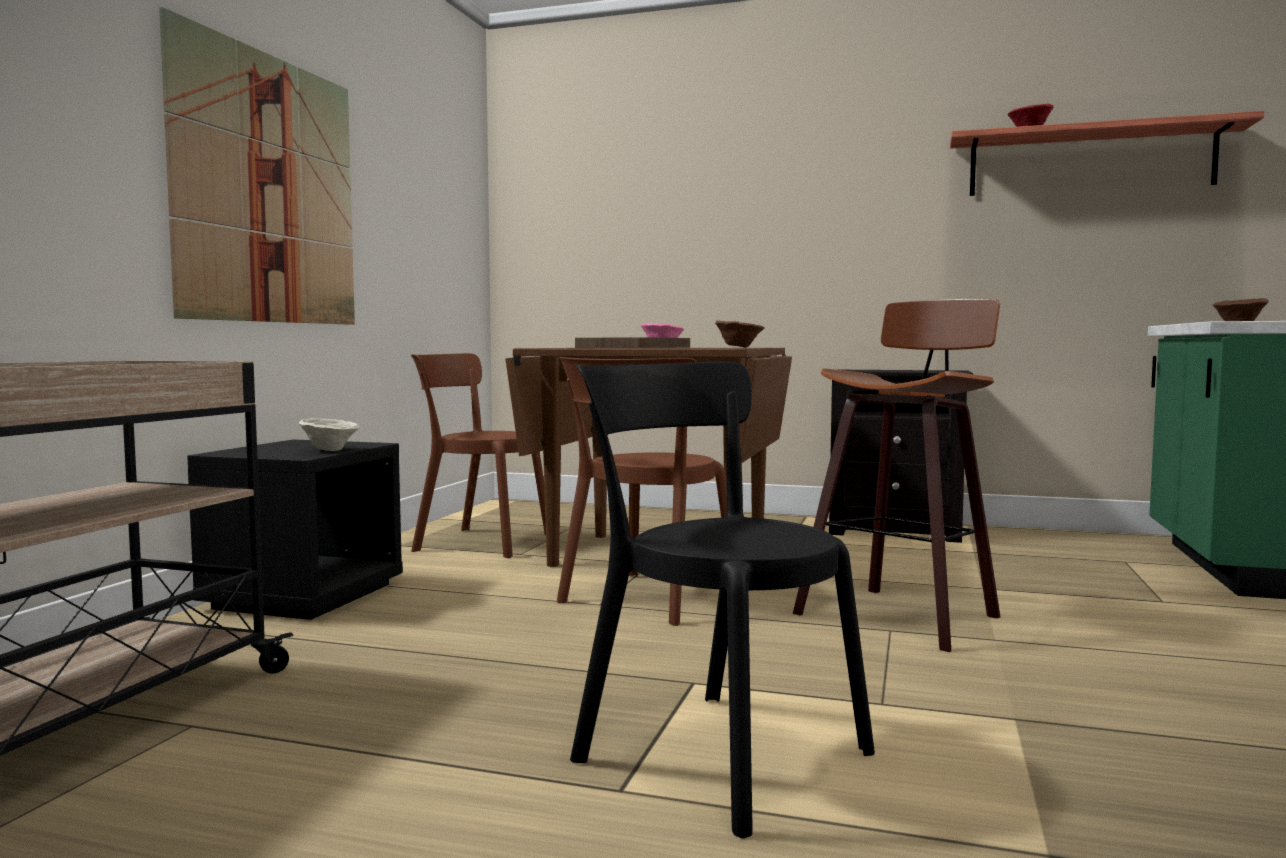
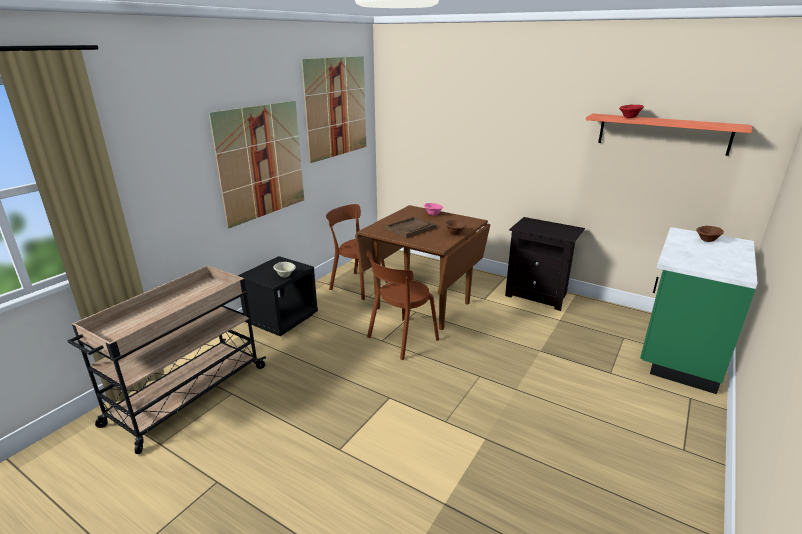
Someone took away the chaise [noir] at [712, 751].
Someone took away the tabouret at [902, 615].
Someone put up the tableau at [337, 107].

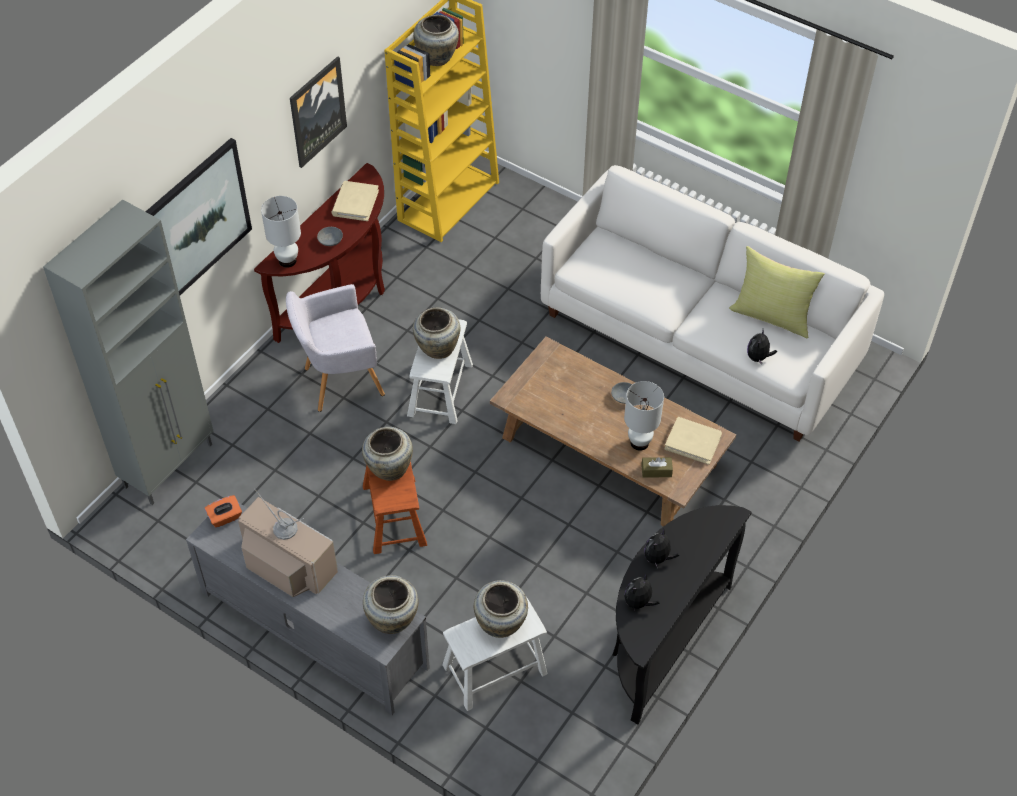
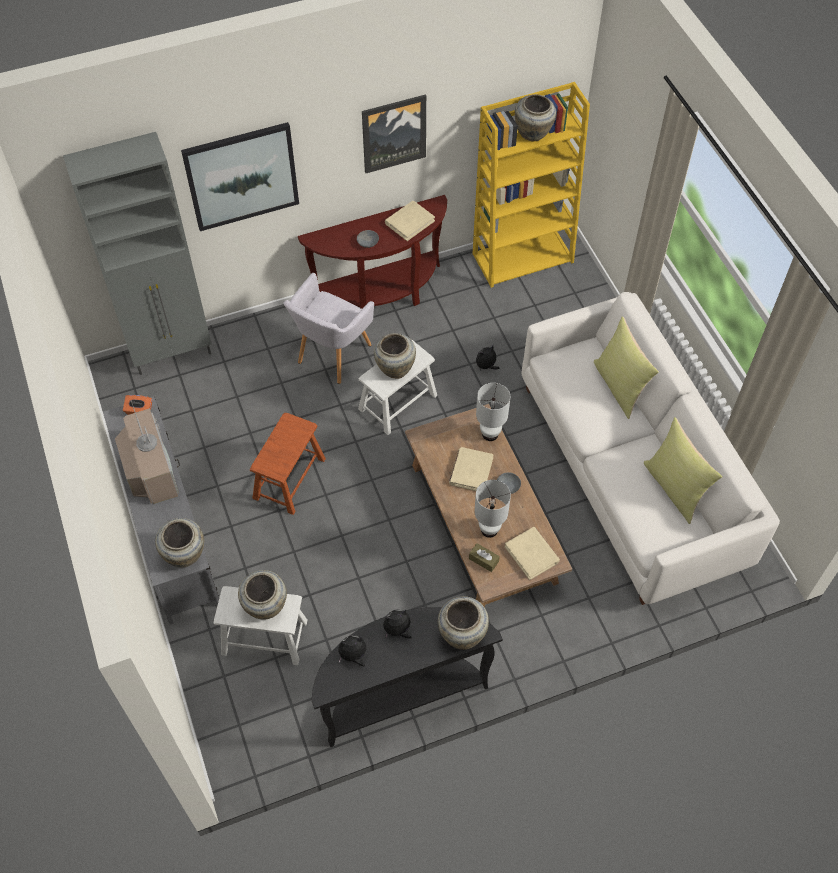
Someone carried the lampe de table [blanc] from [287, 261] to [489, 434].
Someone rotated the fauteuil [gris] at [339, 382] by 75 degrees counterclockwise.
Someone carried the vase [beige] from [388, 469] to [461, 634].
Someone carried the peluche from [758, 357] to [486, 366].
Someone put down the livre [beige] at [471, 471].
Someone put down the coussin [jaune] at [620, 386].

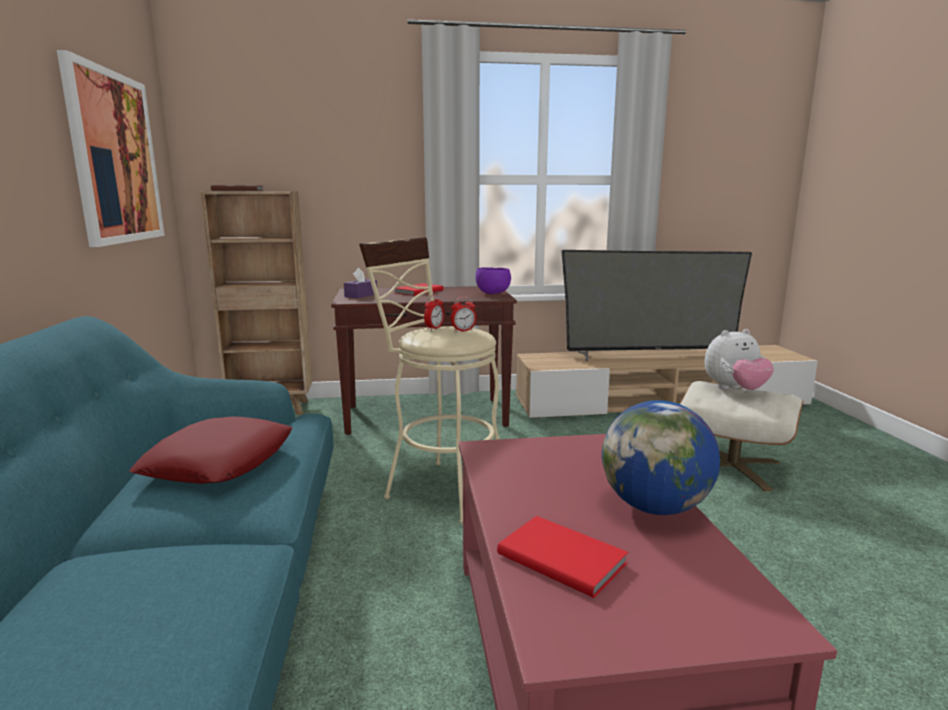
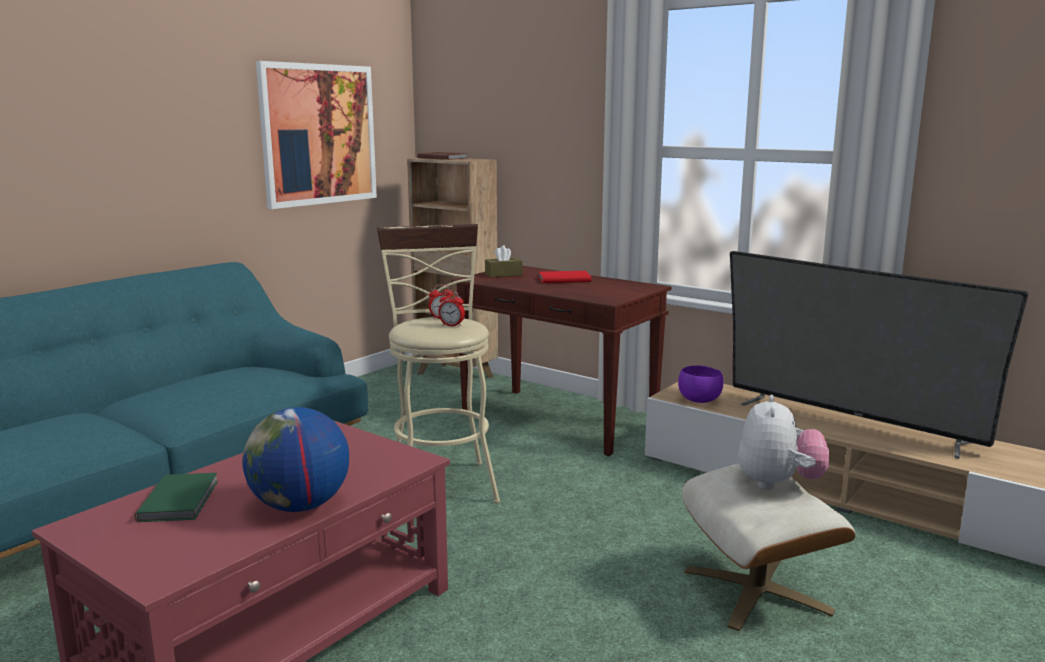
Someone took away the coussin [rouge] at [219, 462].
Someone repainted the boîte à mouchoirs [violet] at [361, 295], which became the boîte à mouchoirs [marron] at [503, 274].
Someone carried the bol [violet] from [492, 293] to [699, 400].
Someone repainted the livre [rouge] at [561, 557], which became the livre [vert] at [181, 500].
Someone rotated the peluche at [734, 390] by 105 degrees counterclockwise.

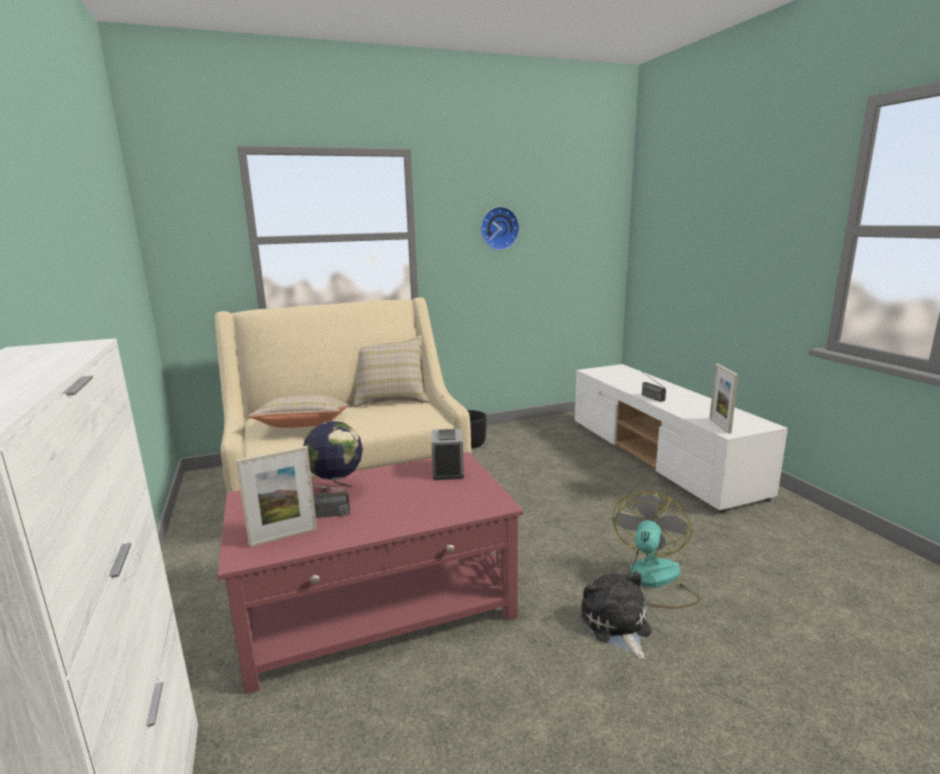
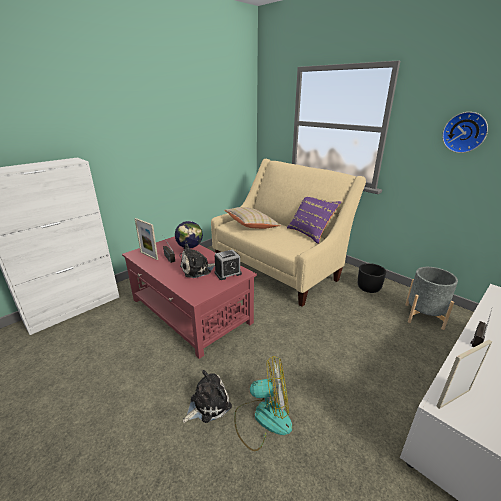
Someone repainted the coussin [beige] at [390, 399], which became the coussin [violet] at [310, 233].
Someone put down the peluche at [197, 269].
Someone put down the cache-pot [gris] at [423, 316].

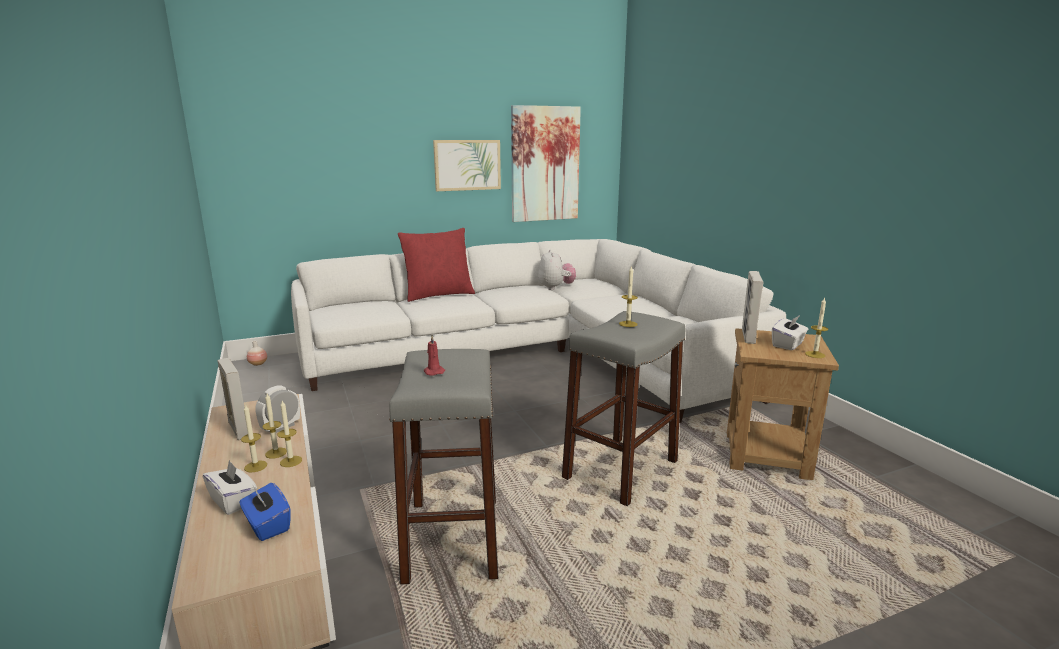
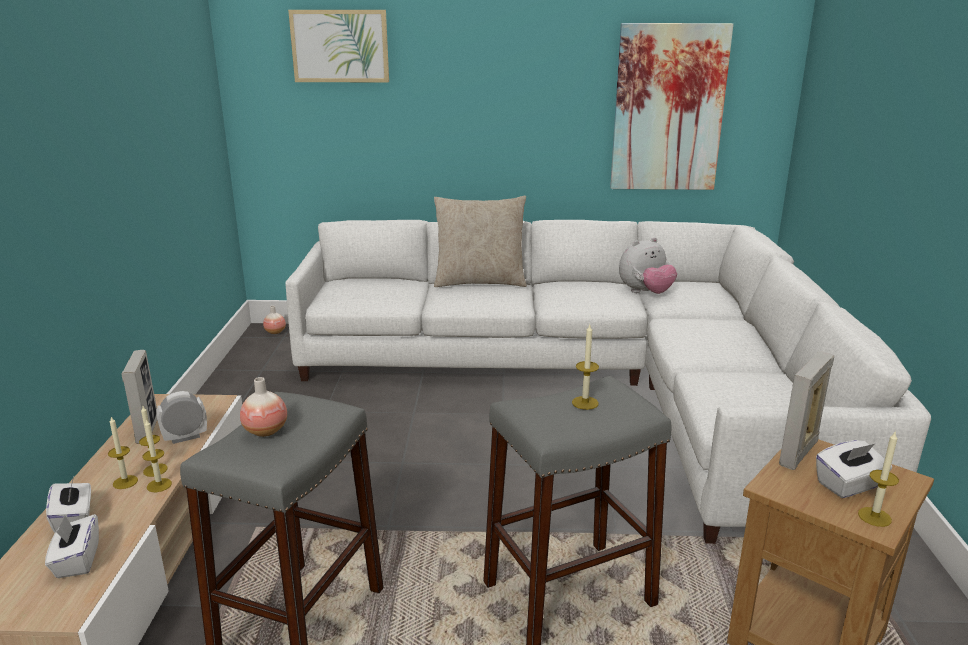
Someone repainted the boîte à mouchoirs [bleu] at [267, 526], which became the boîte à mouchoirs [blanc] at [77, 561].
Someone repainted the coussin [rouge] at [438, 295], which became the coussin [beige] at [480, 282].
Someone swapped the bougie [rouge] at [433, 371] for the vase at [265, 431].
Someone carried the tableau from [467, 165] to [340, 46].
Someone rotated the peluche at [556, 288] by 45 degrees clockwise.

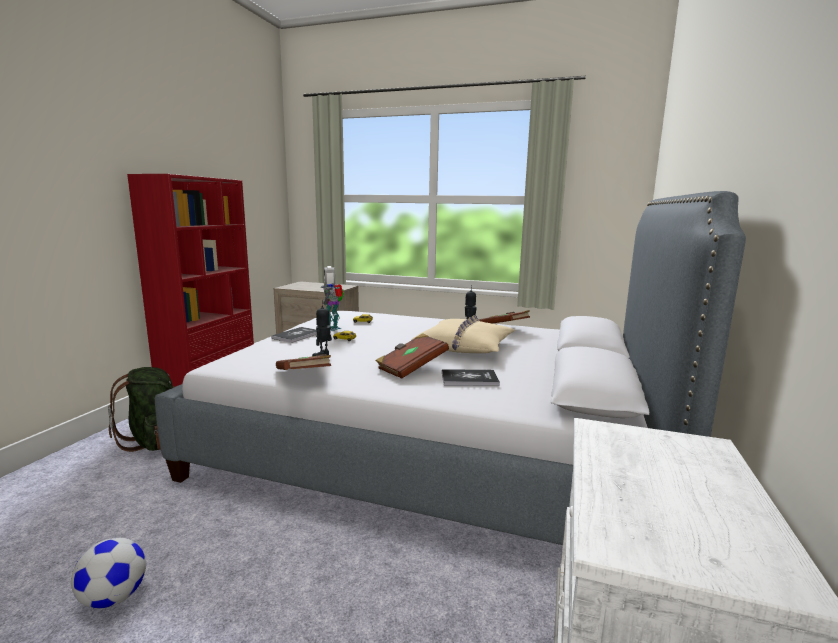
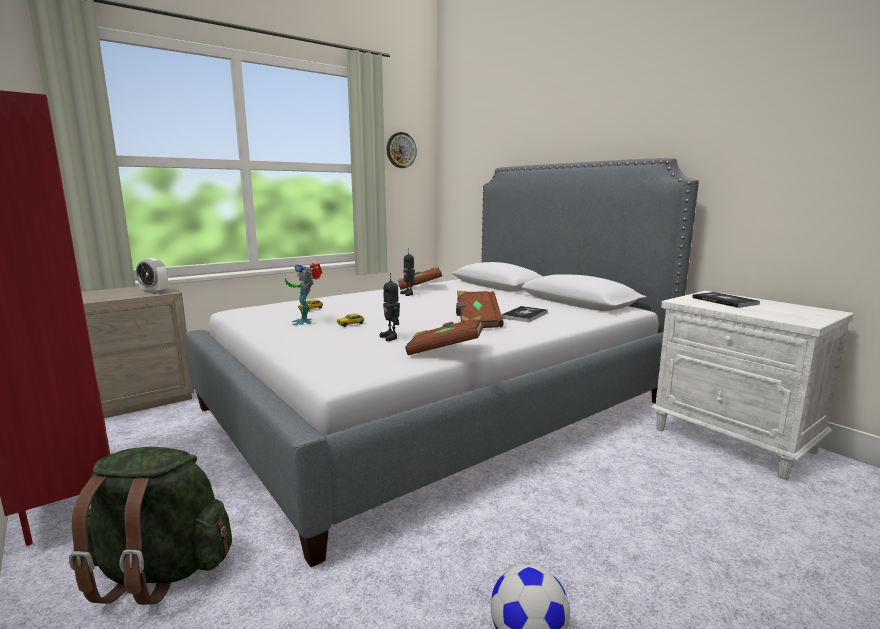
Someone carried the livre from [296, 335] to [725, 301].
Someone took away the coussin [beige] at [465, 346].
Someone put up the horloge murale at [401, 150].

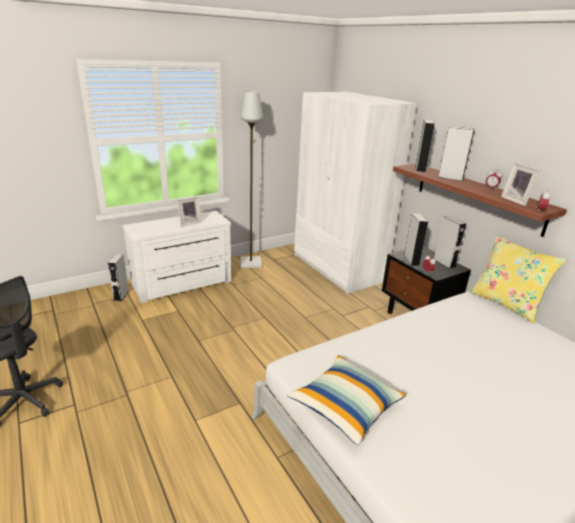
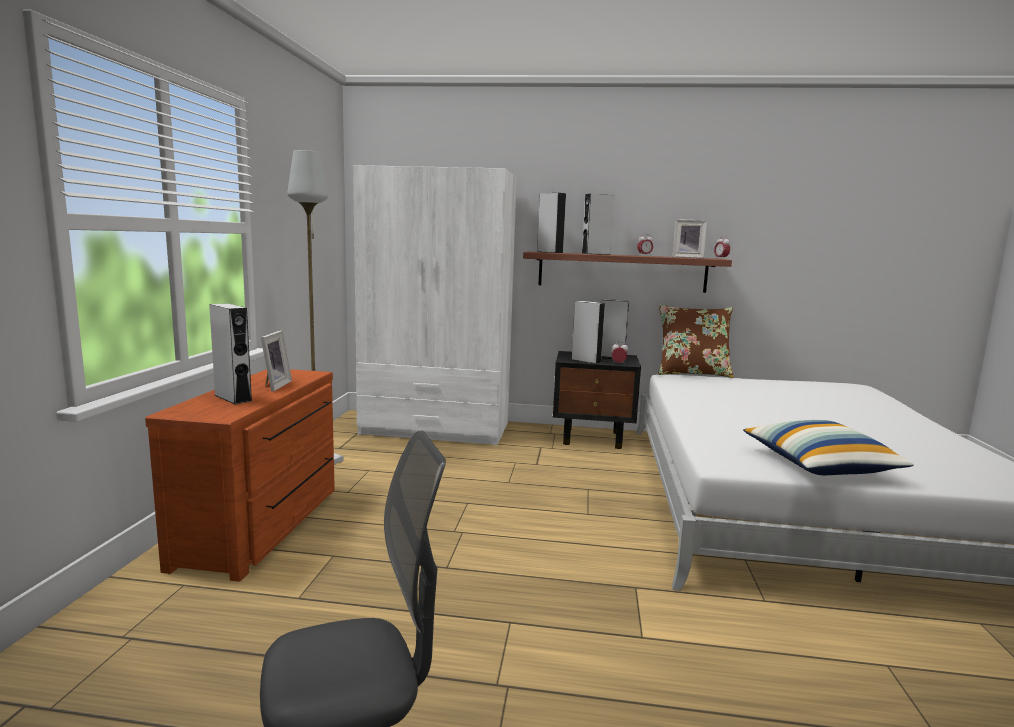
Someone carried the enceinte [gris] from [121, 295] to [233, 398].
Someone repainted the commode [blanc] at [183, 285], which became the commode [marron] at [265, 525].
Someone repainted the coussin [jaune] at [505, 303], which became the coussin [marron] at [692, 373].

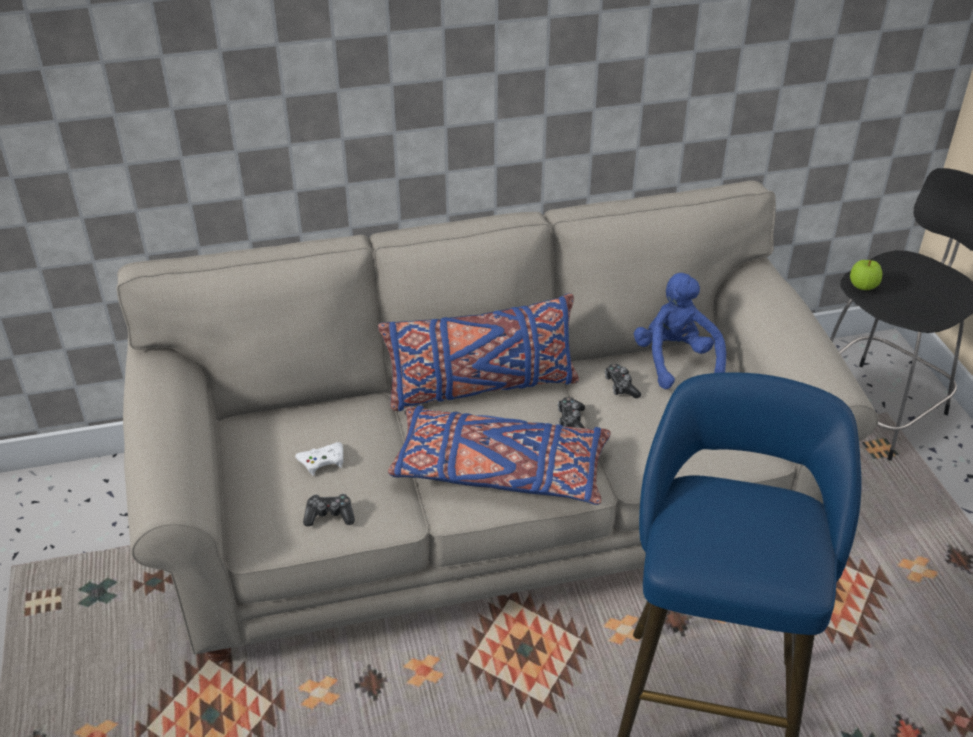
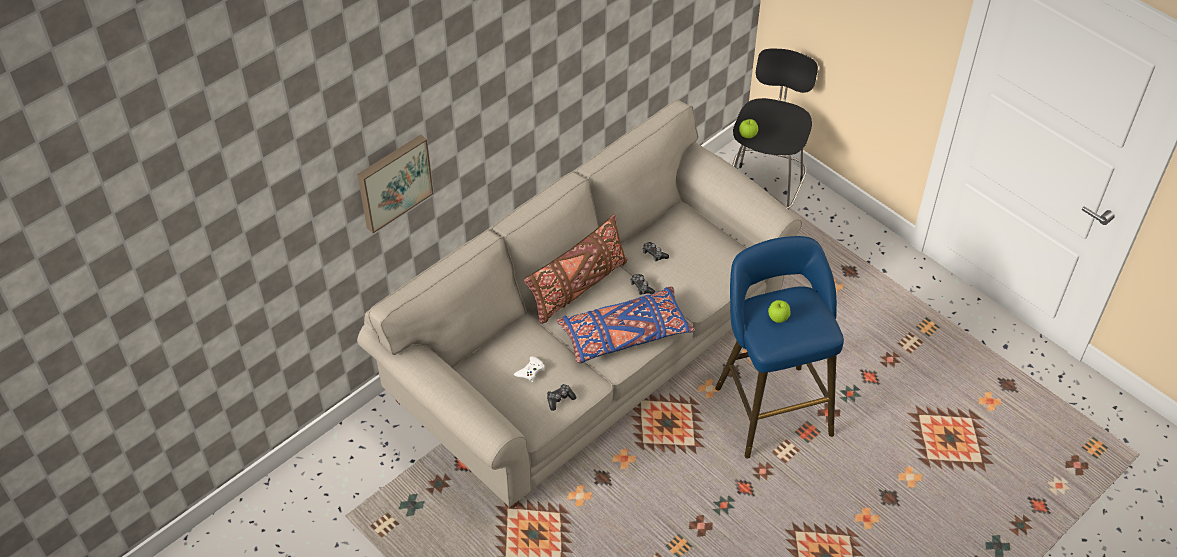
Someone repainted the coussin [bleu] at [481, 388], which became the coussin [marron] at [577, 288].
Someone took away the peluche [bleu] at [675, 360].
Someone put up the tableau at [393, 181].
Someone put down the pomme at [778, 318].

